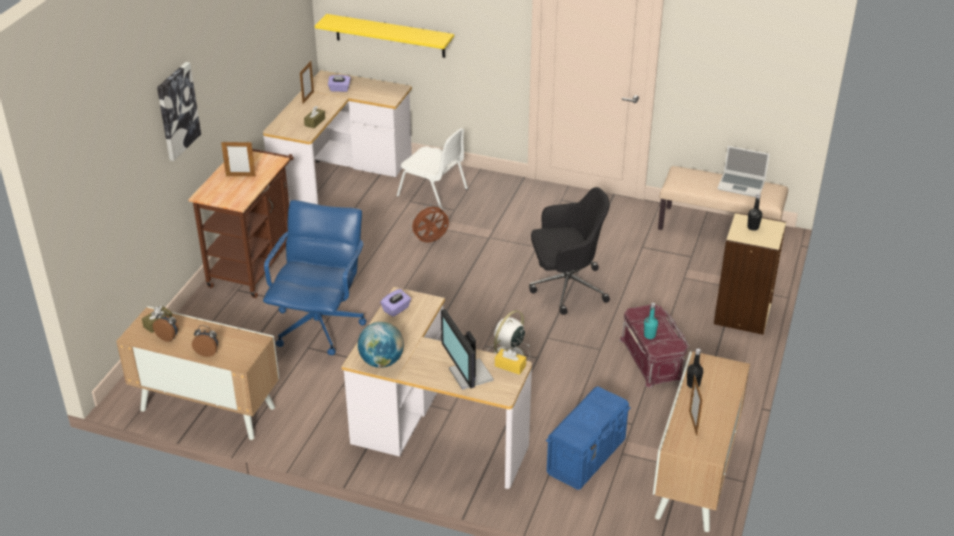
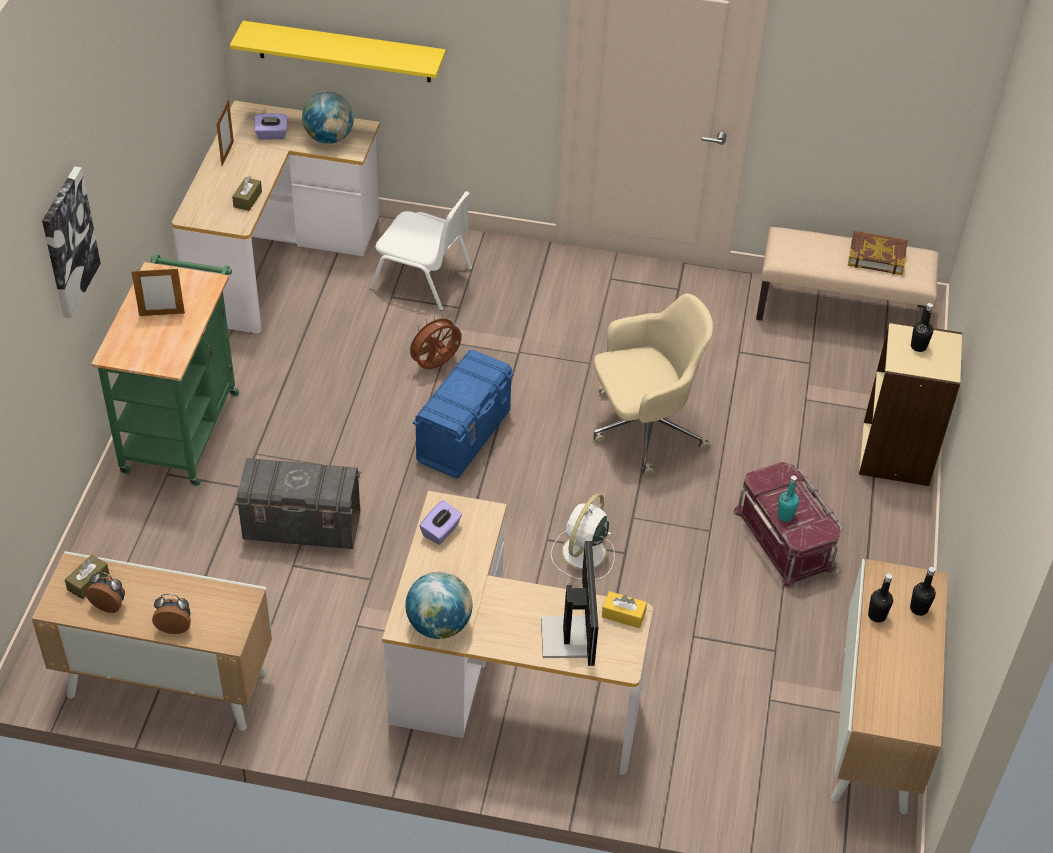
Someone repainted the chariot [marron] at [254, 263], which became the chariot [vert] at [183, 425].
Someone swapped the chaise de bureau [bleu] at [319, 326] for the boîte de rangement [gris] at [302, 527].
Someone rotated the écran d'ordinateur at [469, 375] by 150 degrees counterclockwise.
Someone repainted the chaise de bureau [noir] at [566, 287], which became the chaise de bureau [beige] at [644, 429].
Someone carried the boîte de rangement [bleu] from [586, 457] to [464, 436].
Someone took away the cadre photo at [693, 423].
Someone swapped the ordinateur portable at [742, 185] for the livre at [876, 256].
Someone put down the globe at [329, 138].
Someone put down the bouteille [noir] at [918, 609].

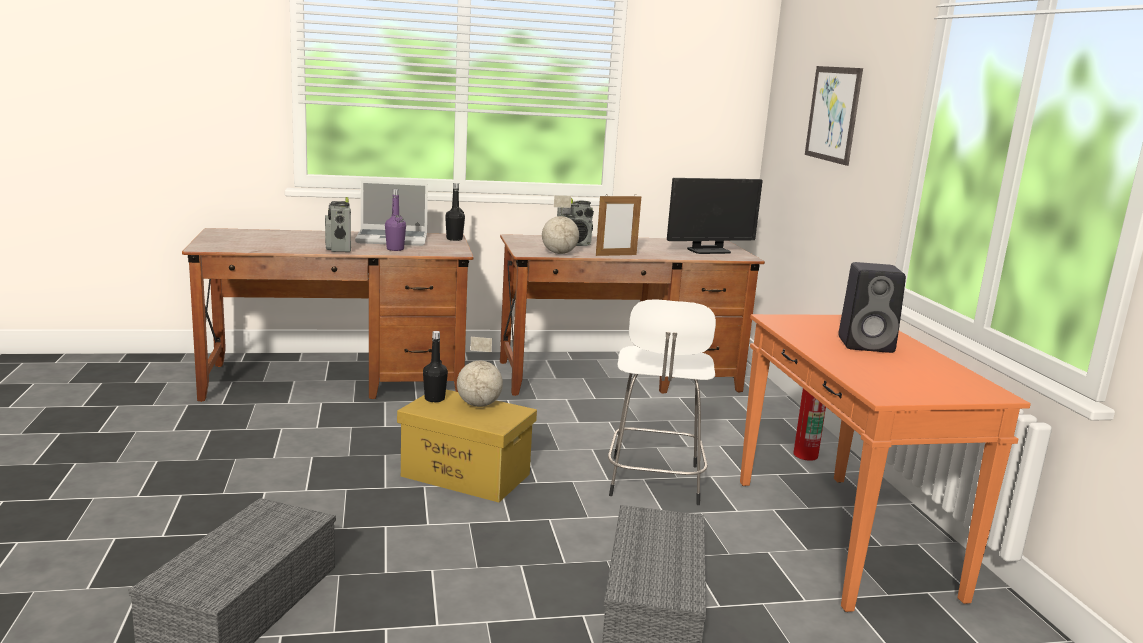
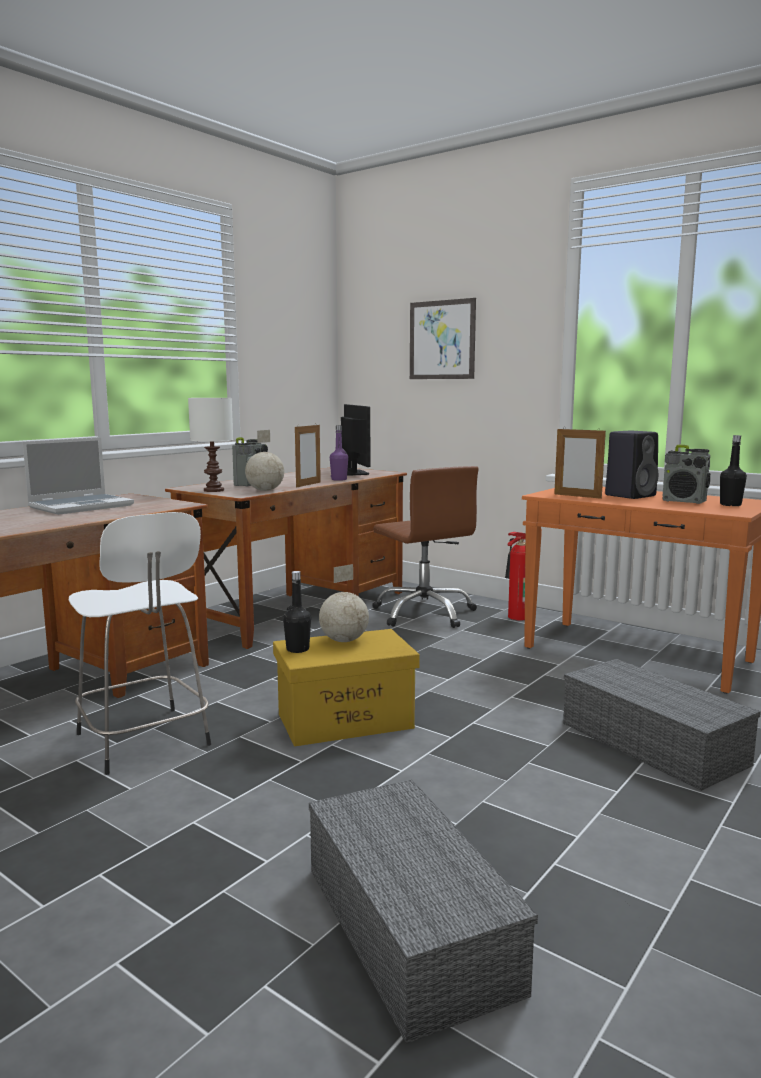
Someone carried the radio from [338, 249] to [684, 501].
Someone carried the bouteille [violet] from [395, 249] to [339, 479].
Someone carried the bouteille [noir] from [454, 239] to [730, 505].
Someone carried the tabouret [blanc] from [654, 482] to [144, 741].
Someone rotated the écran d'ordinateur at [708, 250] by 45 degrees counterclockwise.
Someone put down the lampe de table [blanc] at [213, 490].
Someone put down the chaise de bureau [marron] at [424, 613].
Someone put down the cadre photo at [577, 496].

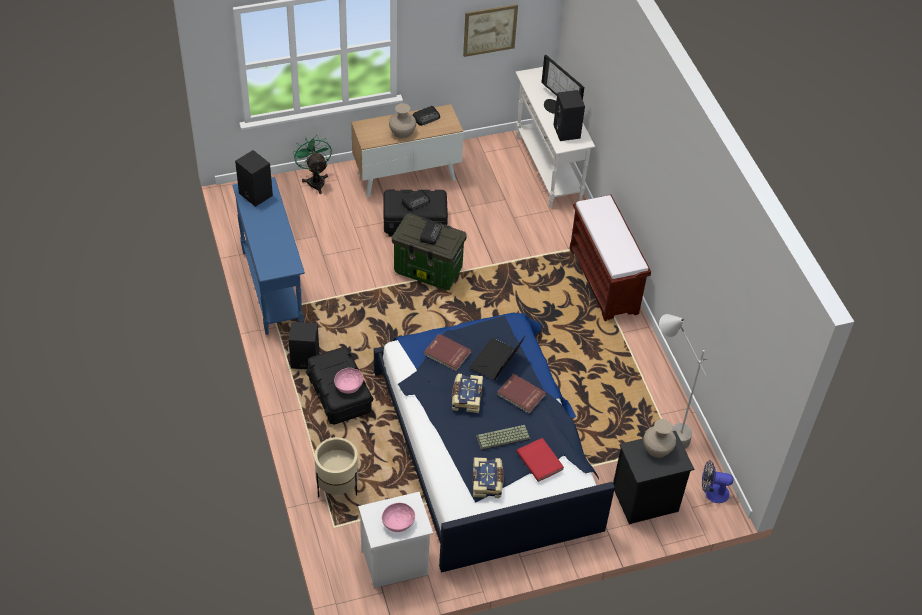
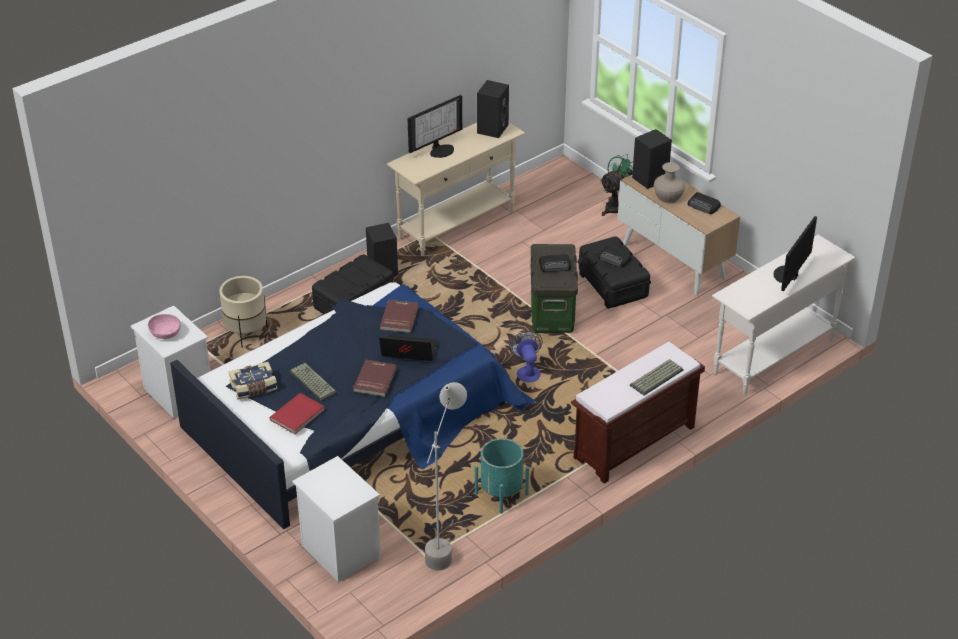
Someone repainted the table console [bleu] at [272, 288], which became the table console [beige] at [457, 225].
Someone took away the bol [rose] at [349, 385].
Someone took away the livre at [466, 397].
Someone took away the tableau at [490, 30].
Someone carried the enceinte [noir] from [567, 132] to [650, 179].
Someone repainted the table de chevet [noir] at [645, 501], which became the table de chevet [blanc] at [339, 551].
Someone took away the vase [beige] at [657, 448].
Someone carried the ventilateur from [712, 492] to [527, 371].
Someone put down the écran d'ordinateur at [440, 149].
Someone put down the cache-pot [turquoise] at [501, 494].
Someone put down the clavier at [657, 378].

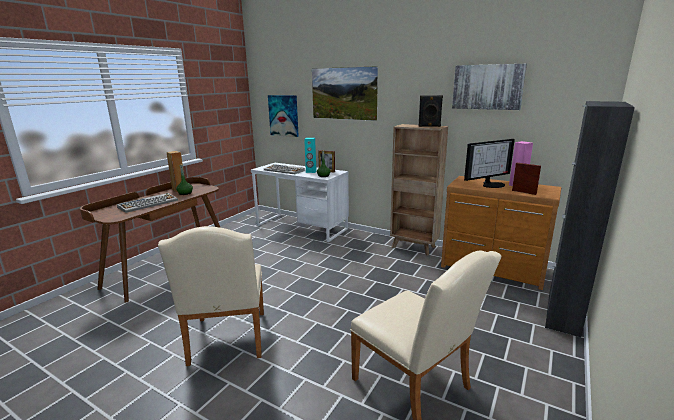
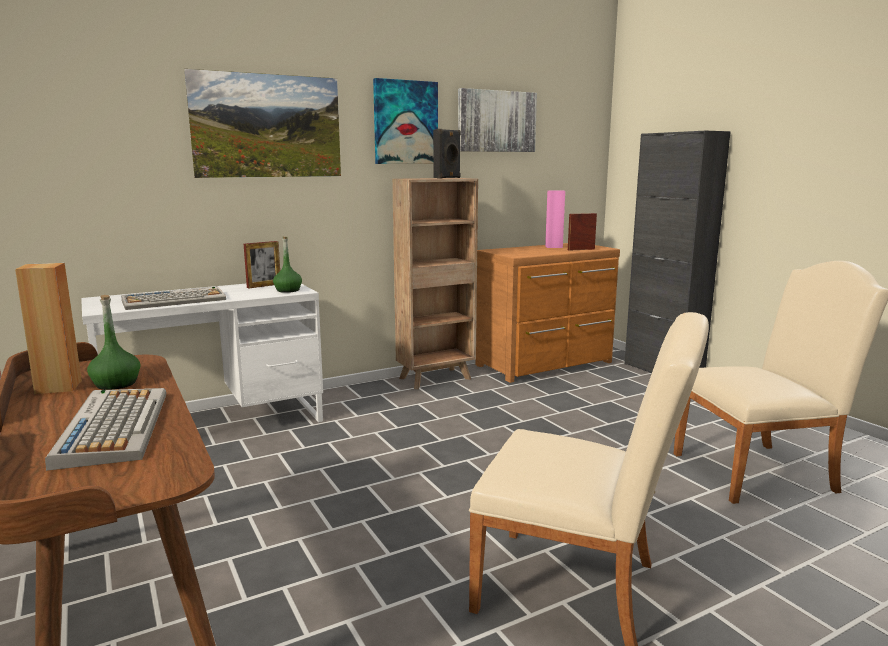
Someone carried the tableau from [284, 115] to [405, 122].
Someone took away the enceinte [turquoise] at [311, 171].
Someone took away the écran d'ordinateur at [492, 184].

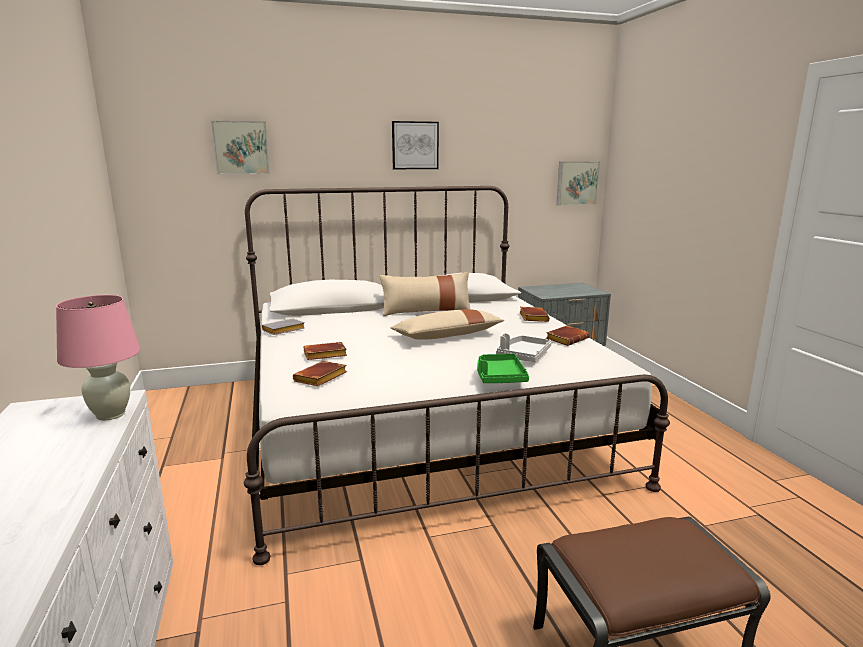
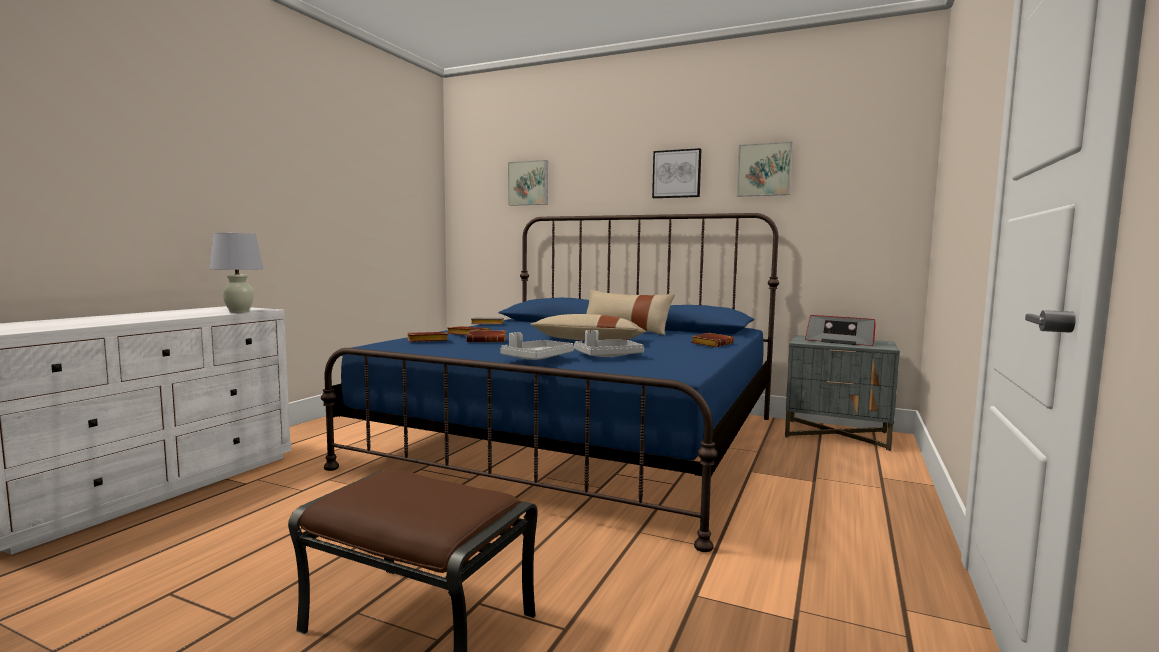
Someone repainted the lampe de table [rose] at [110, 415], which became the lampe de table [blanc] at [239, 311].
Someone repainted the lit [blanc] at [420, 425], which became the lit [bleu] at [580, 440].
Someone repainted the plateau [vert] at [499, 377], which became the plateau [gris] at [537, 358].
Someone carried the livre [marron] from [567, 339] to [488, 340].
Someone carried the tableau from [576, 183] to [764, 170].
Someone put down the radio at [841, 341].

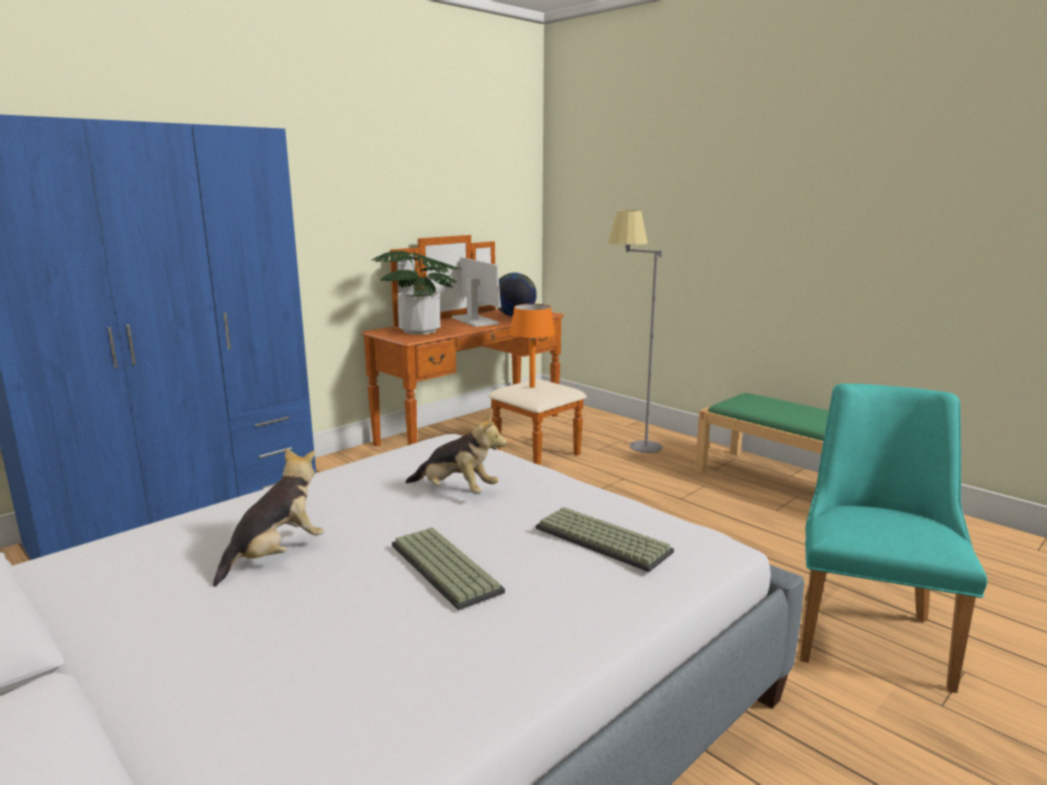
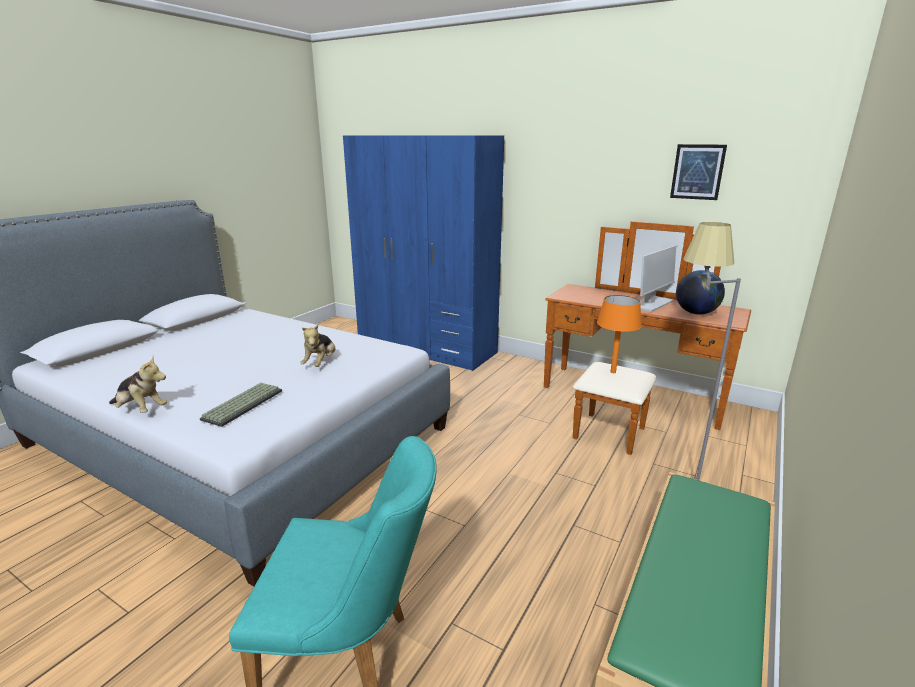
Someone carried the peluche from [276, 555] to [140, 410].
Someone took away the plante en pot at [420, 331].
Someone took away the clavier at [442, 568].
Someone put up the tableau at [697, 172].

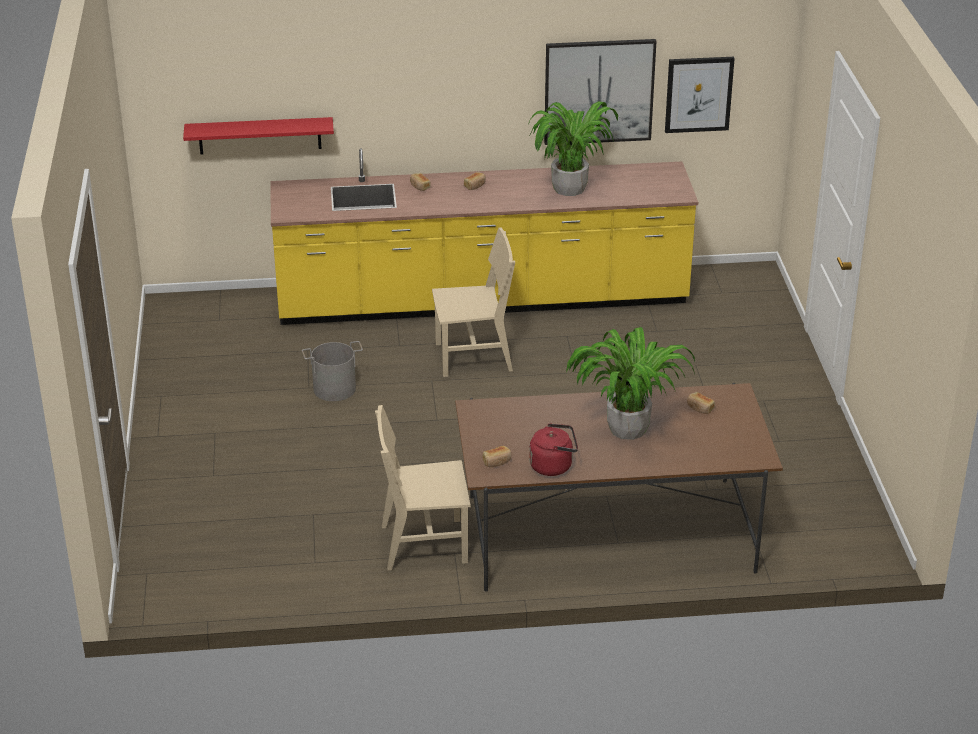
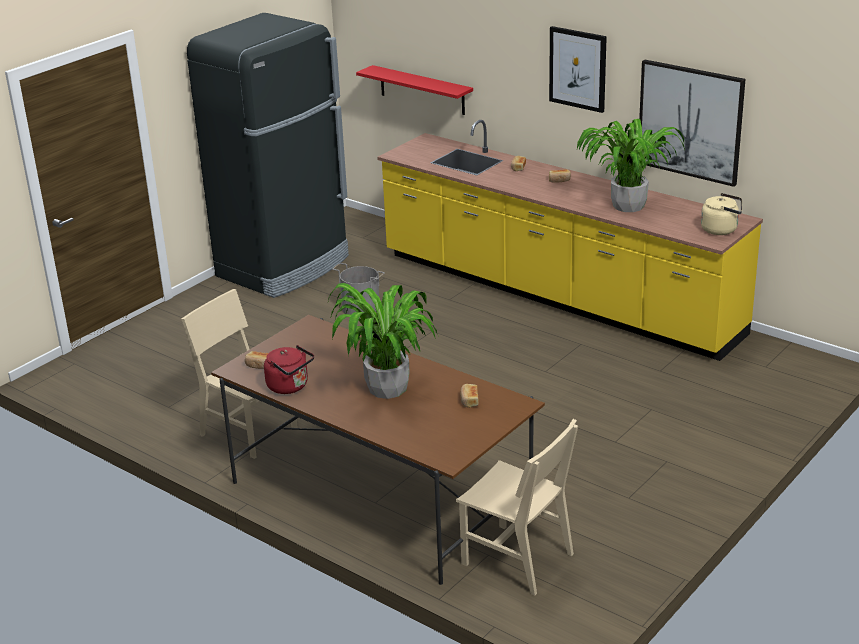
Someone carried the chaise [beige] from [474, 357] to [517, 559].
Someone carried the tableau from [698, 94] to [578, 69].
Someone put down the réfrigérateur [noir] at [284, 267].
Someone put down the bouilloire [beige] at [721, 229].

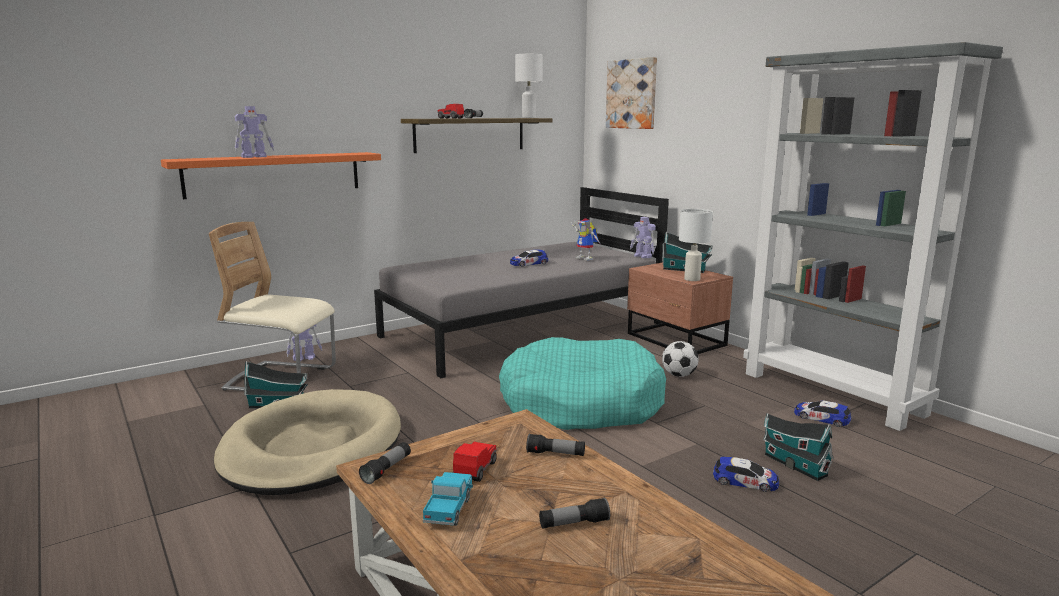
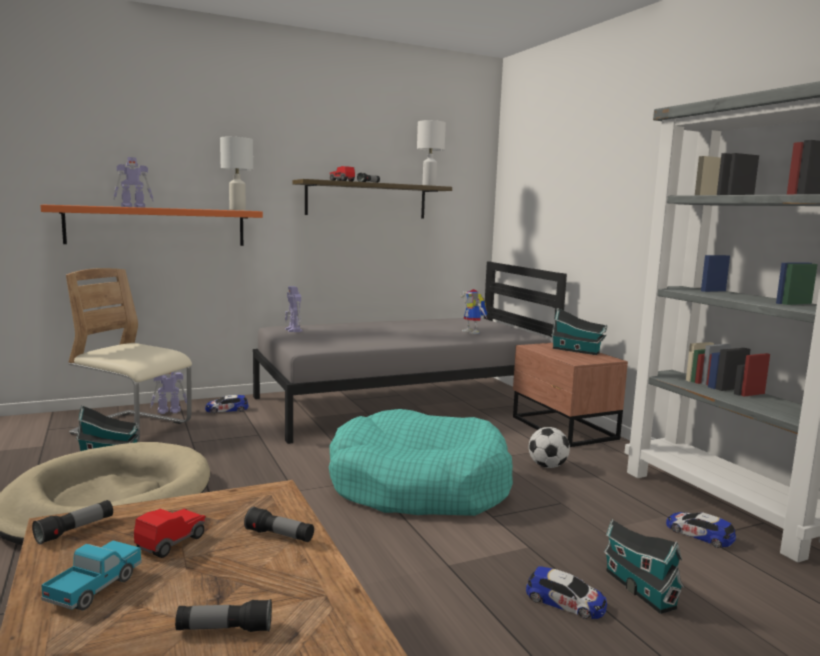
Someone carried the petite voiture from [528, 263] to [227, 409].
Someone took away the tableau at [632, 94].
Someone carried the robot jouet from [643, 256] to [294, 330].
Someone carried the lampe de table [blanc] from [692, 279] to [237, 210].

